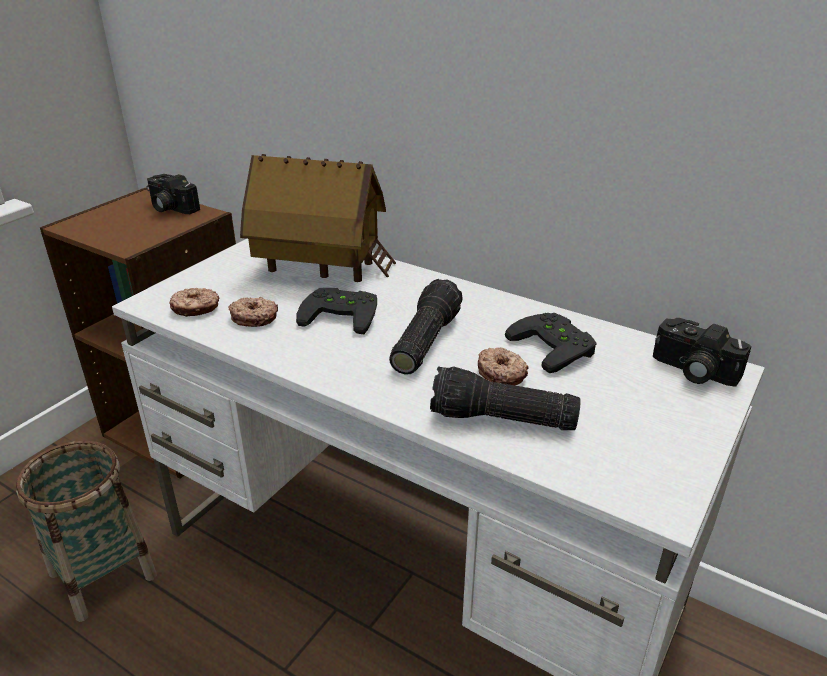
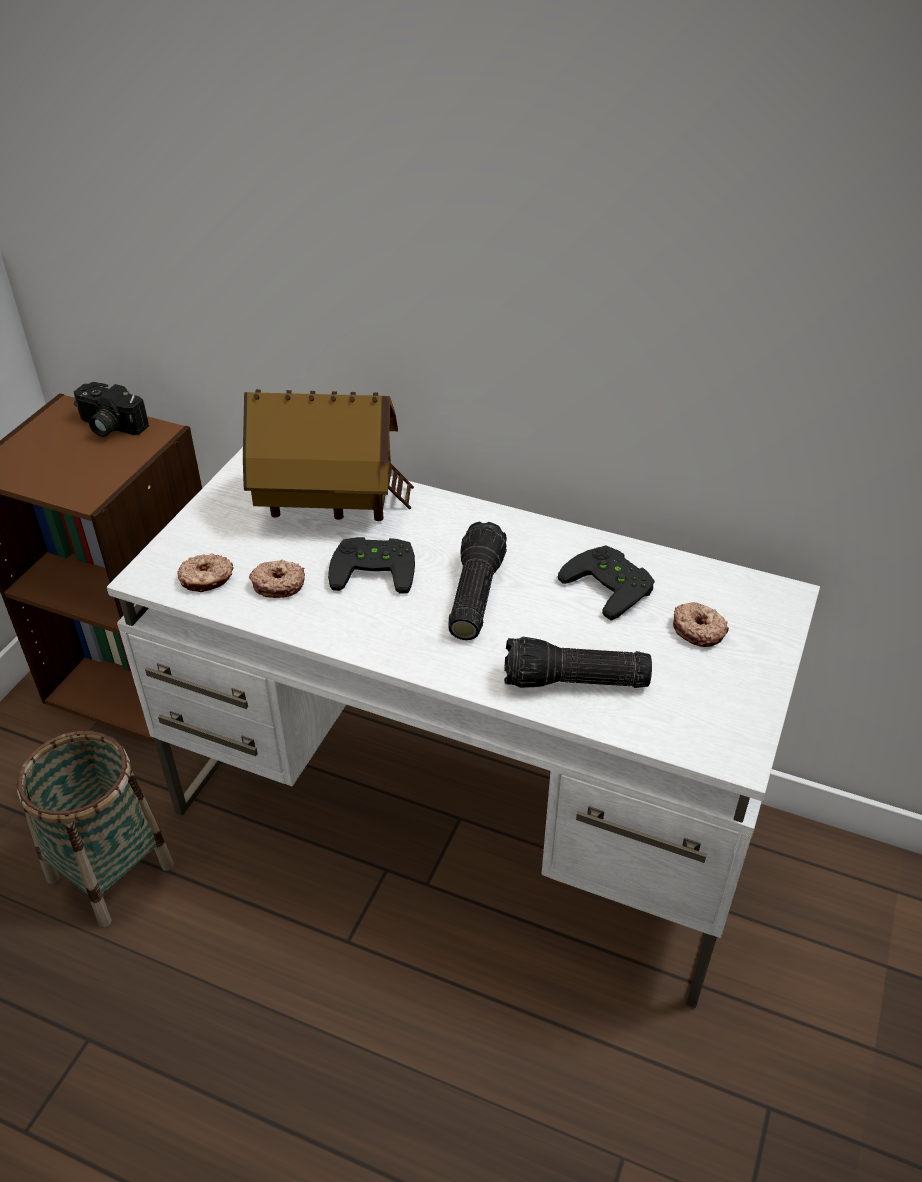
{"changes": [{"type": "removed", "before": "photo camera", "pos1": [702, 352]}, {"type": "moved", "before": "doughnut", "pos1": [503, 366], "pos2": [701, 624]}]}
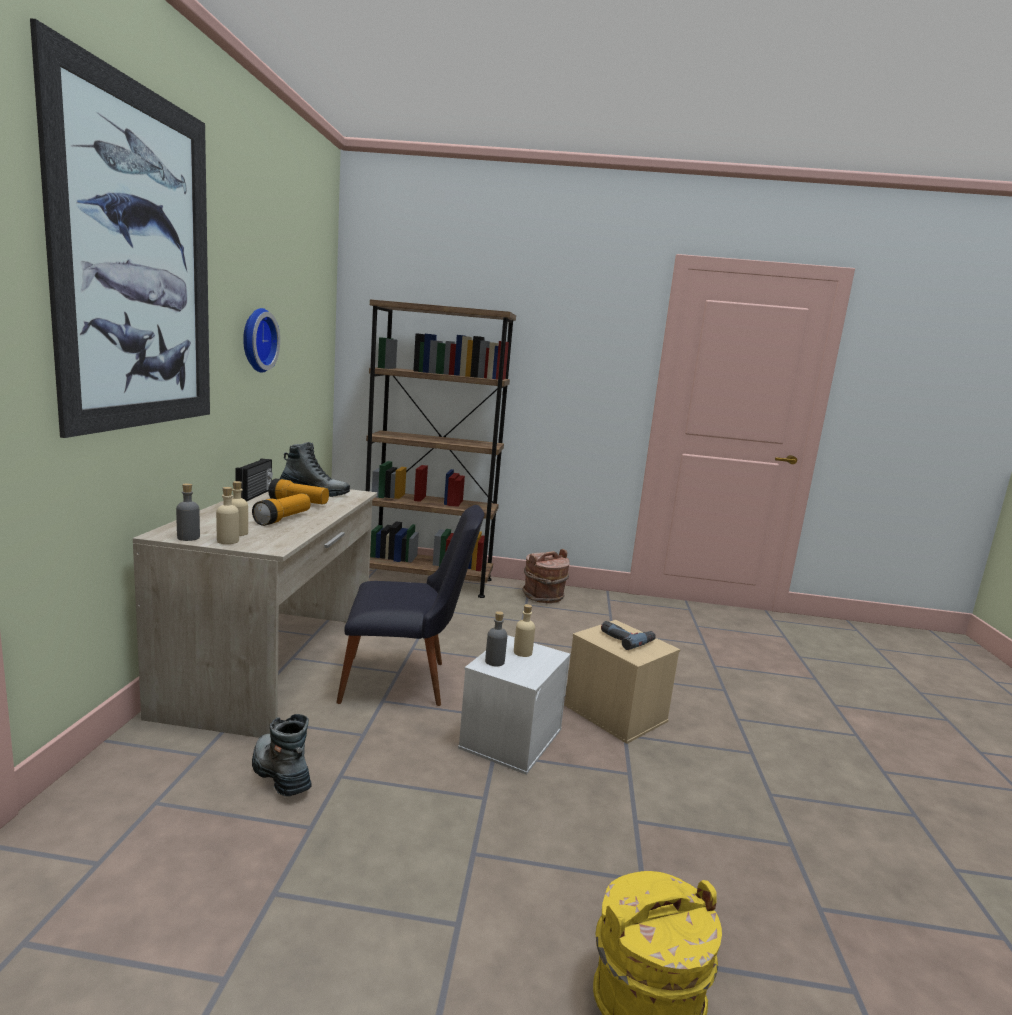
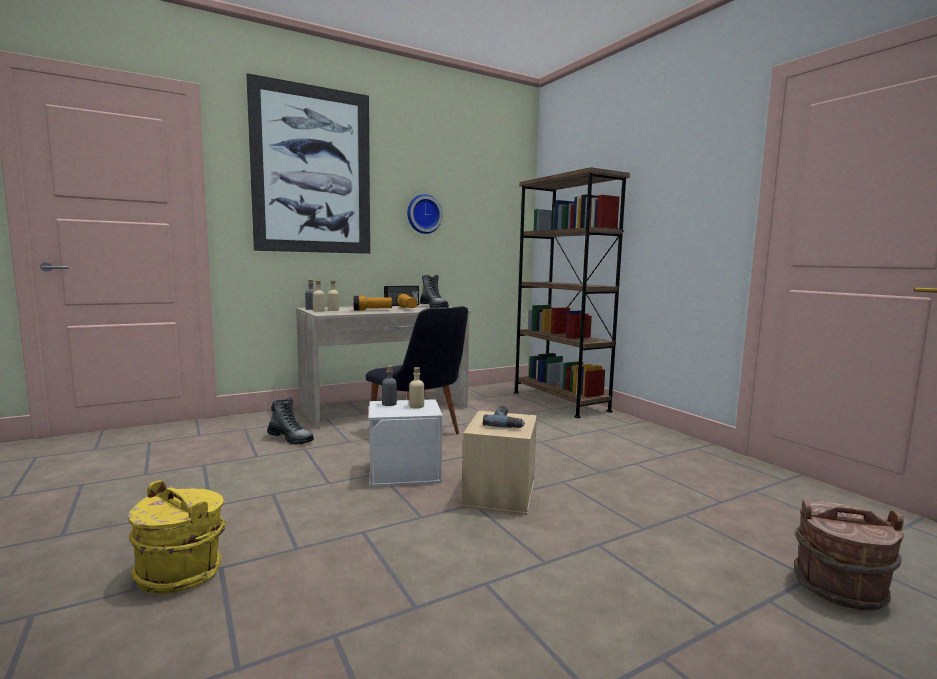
{"changes": [{"type": "moved", "before": "water bucket/brown-coloured", "pos1": [546, 576], "pos2": [849, 555]}, {"type": "turned", "before": "boot", "pos1": [282, 755], "pos2": [290, 421], "turn": 105}]}
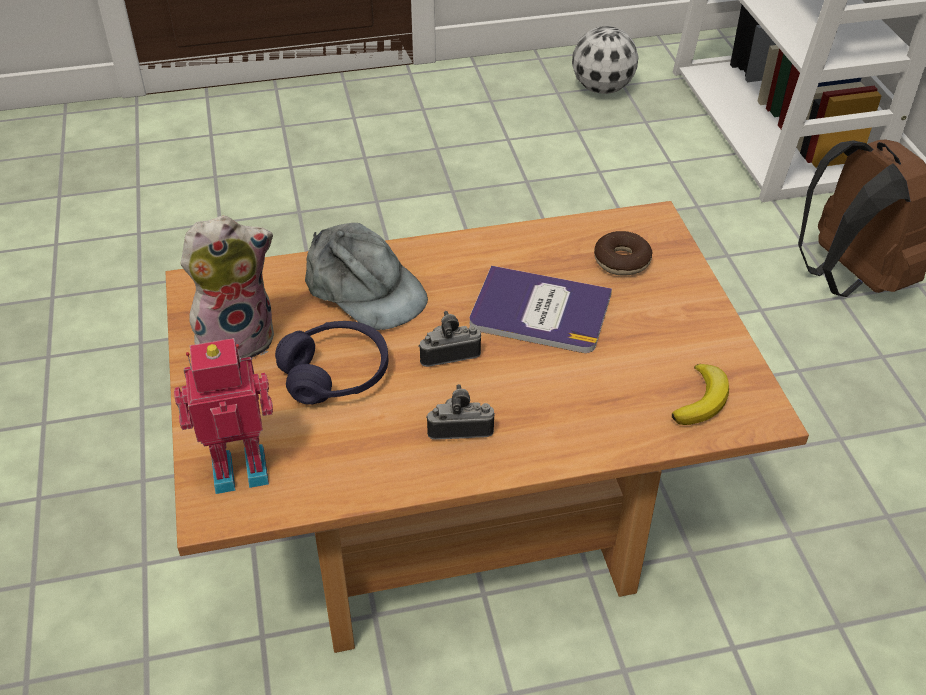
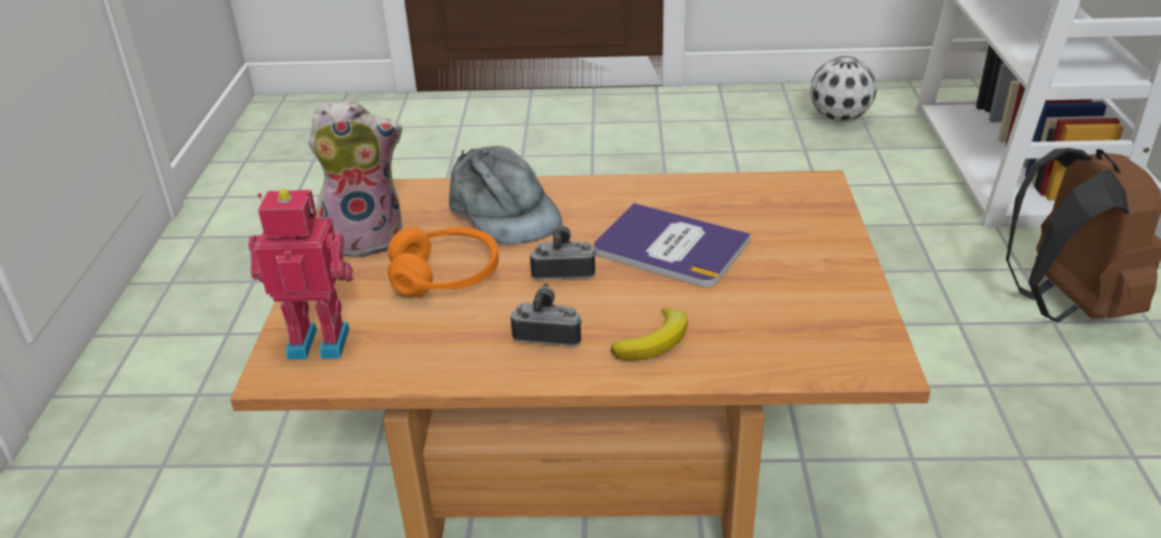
{"changes": [{"type": "removed", "before": "doughnut", "pos1": [623, 253]}, {"type": "recoloured", "before": "headphones/purplish", "after": "headphones/orangey", "pos1": [331, 363], "pos2": [443, 262]}, {"type": "moved", "before": "banana fruit", "pos1": [700, 394], "pos2": [649, 334]}]}
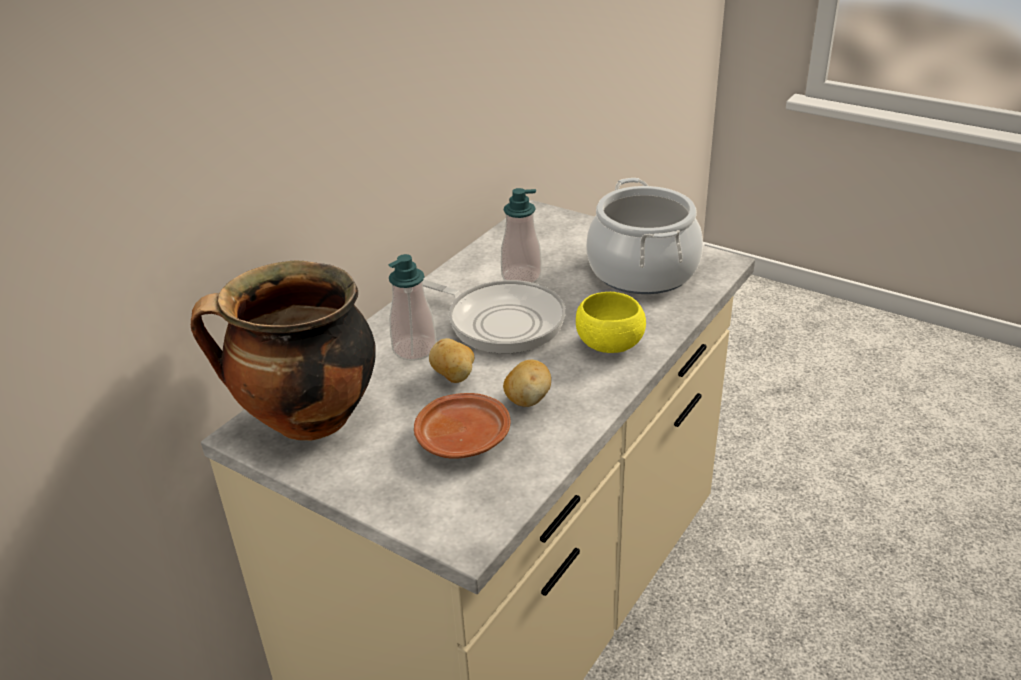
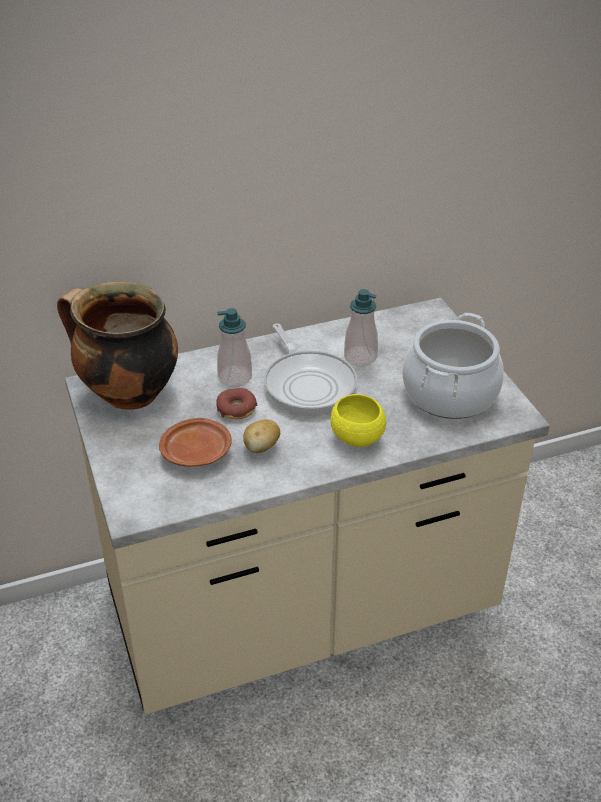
{"changes": [{"type": "replaced", "before": "potato", "after": "doughnut", "pos1": [451, 360], "pos2": [236, 403]}]}
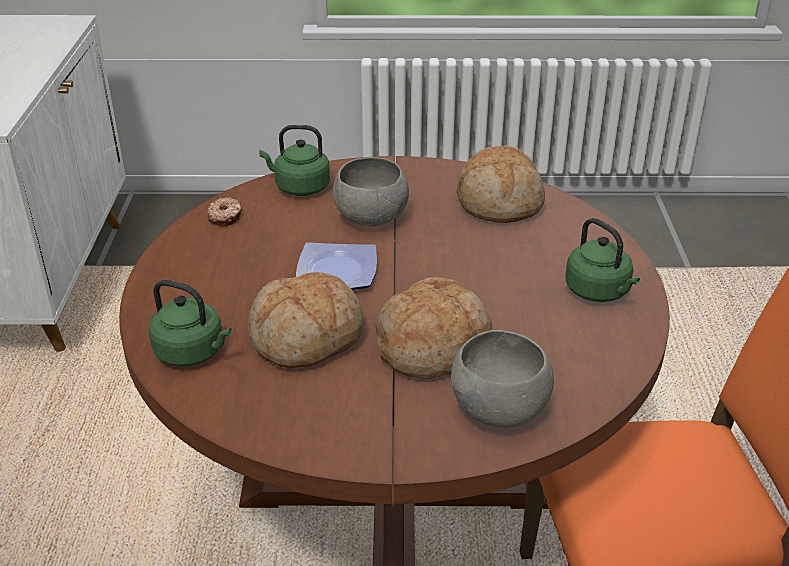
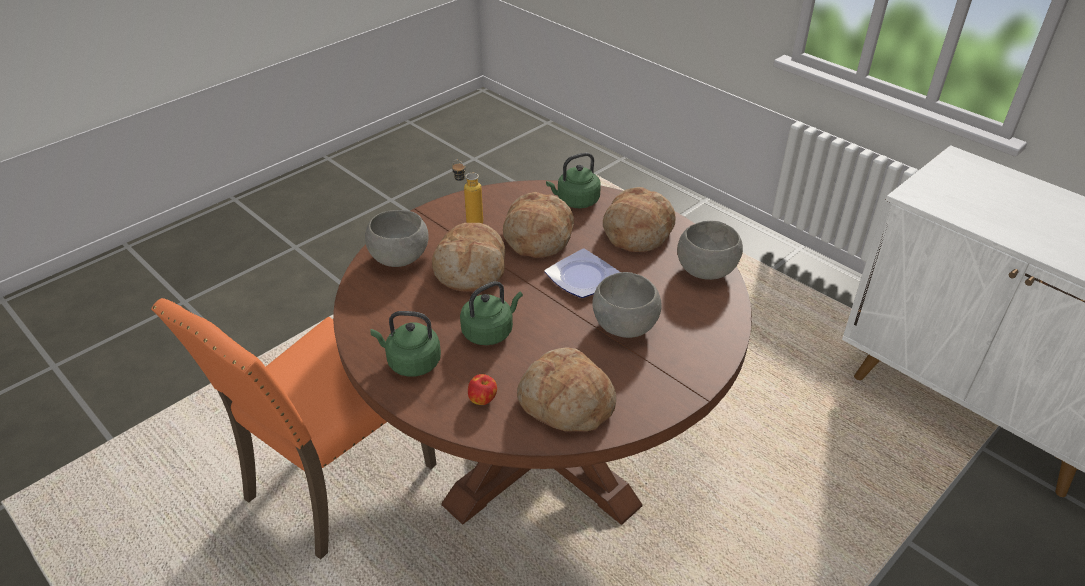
{"changes": [{"type": "moved", "before": "tea kettle/greenish", "pos1": [294, 160], "pos2": [491, 313]}, {"type": "replaced", "before": "doughnut", "after": "deep dish/grey", "pos1": [224, 211], "pos2": [710, 250]}, {"type": "added", "after": "bottle", "pos2": [467, 192]}, {"type": "added", "after": "baked bread", "pos2": [639, 219]}, {"type": "added", "after": "apple", "pos2": [482, 389]}]}
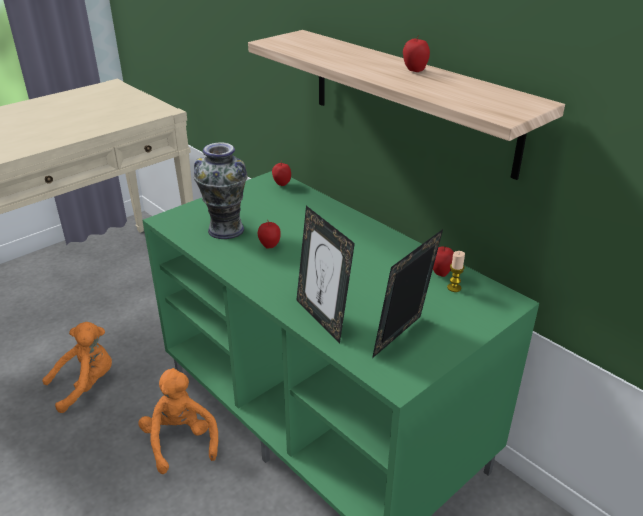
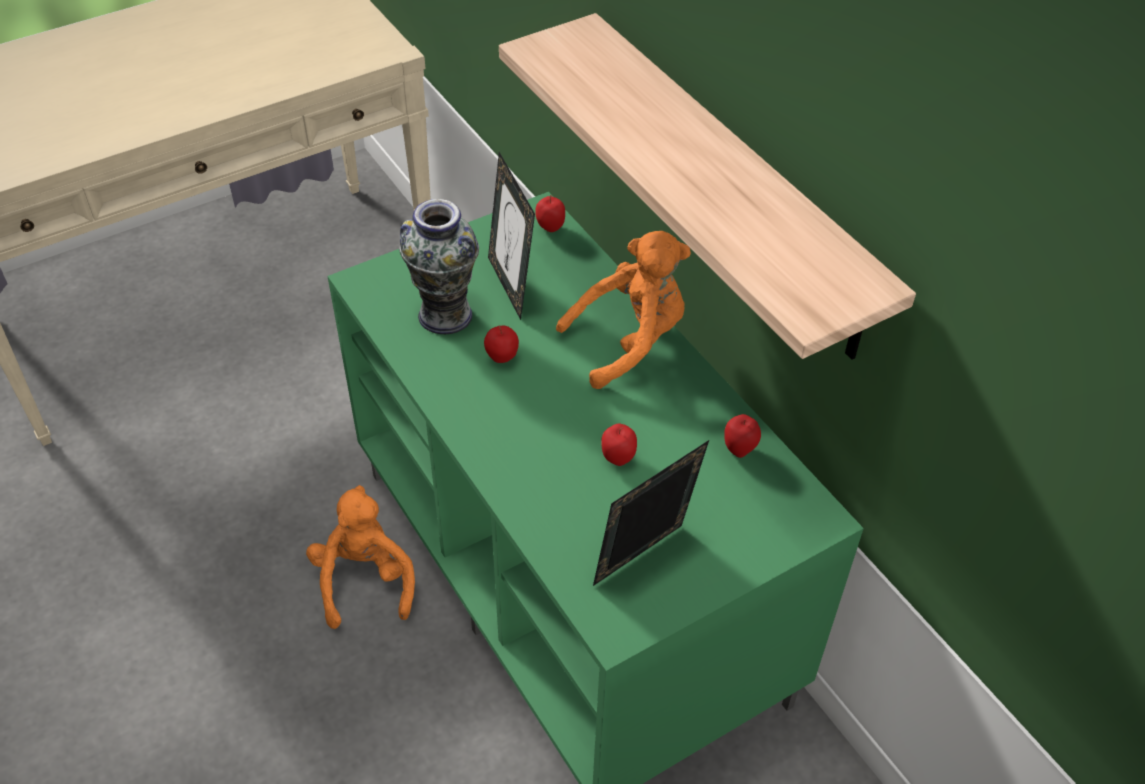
{"changes": [{"type": "moved", "before": "apple", "pos1": [416, 53], "pos2": [619, 445]}, {"type": "moved", "before": "photo frame", "pos1": [325, 274], "pos2": [511, 236]}, {"type": "removed", "before": "candle", "pos1": [456, 271]}, {"type": "moved", "before": "cuddly toy/orangey", "pos1": [77, 367], "pos2": [623, 310]}]}
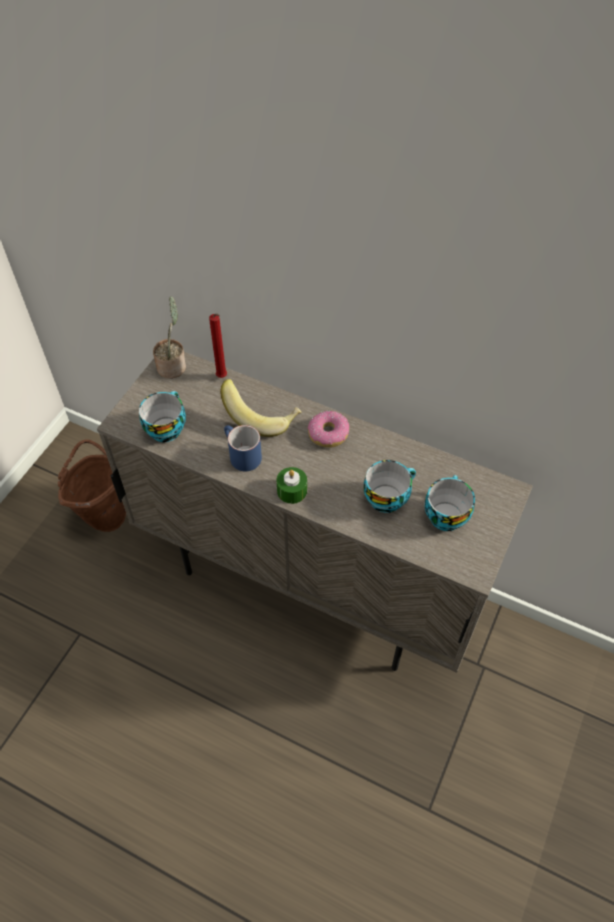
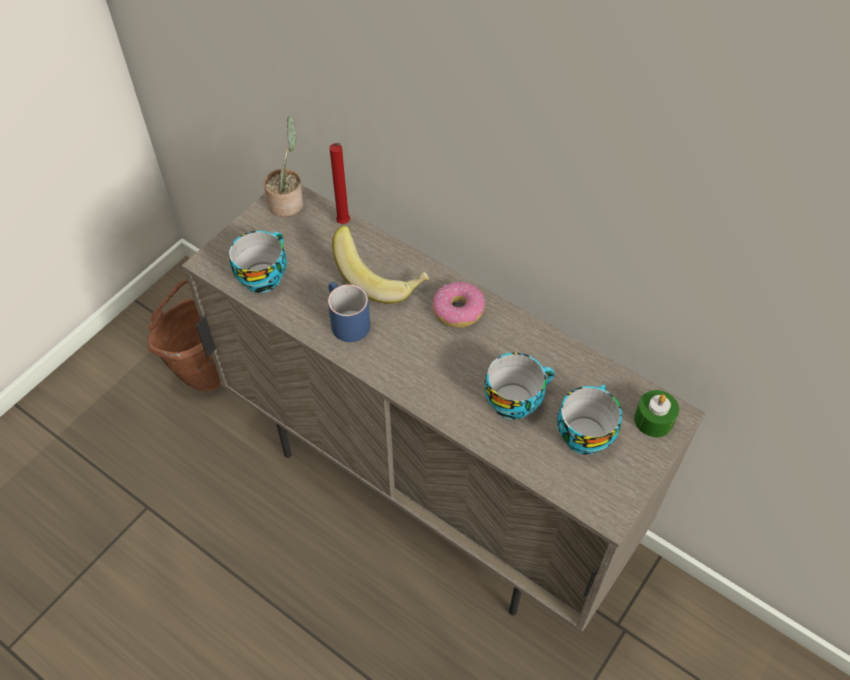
{"changes": [{"type": "moved", "before": "candle/greenish", "pos1": [292, 485], "pos2": [656, 413]}]}
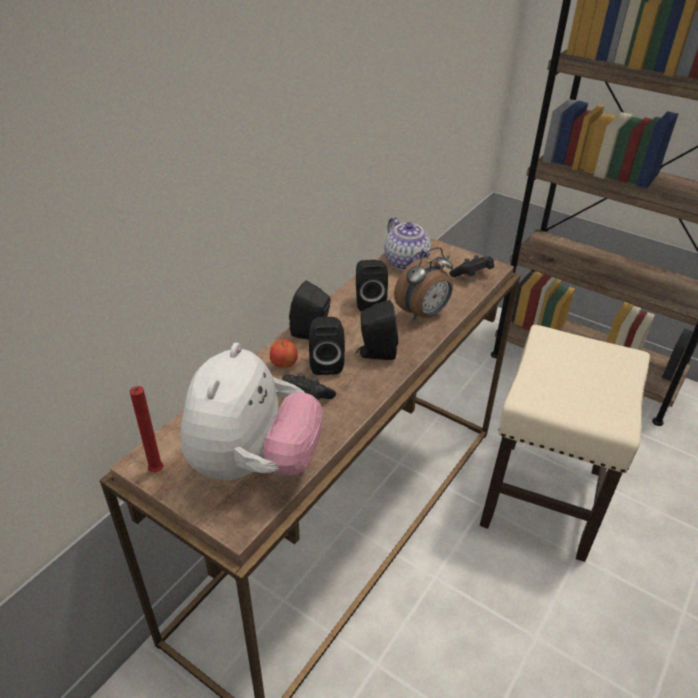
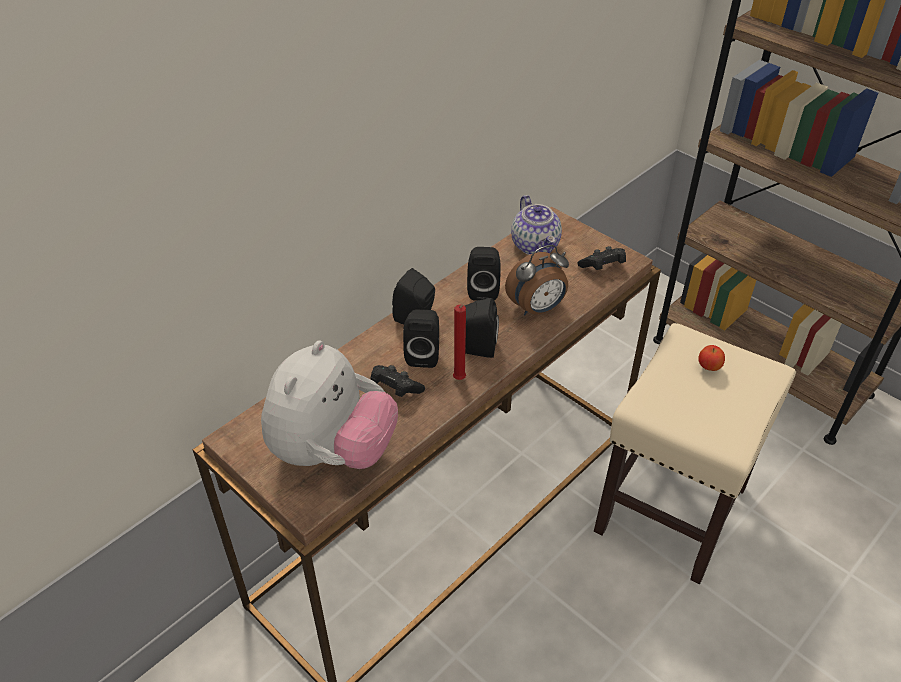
{"changes": [{"type": "moved", "before": "apple", "pos1": [284, 353], "pos2": [711, 358]}, {"type": "moved", "before": "candle/red-coloured", "pos1": [146, 429], "pos2": [459, 342]}]}
